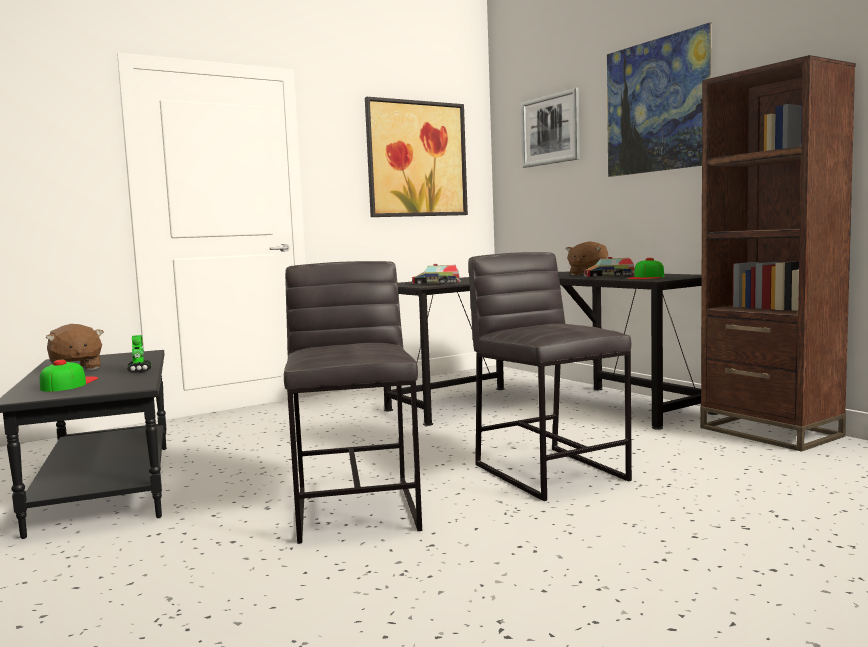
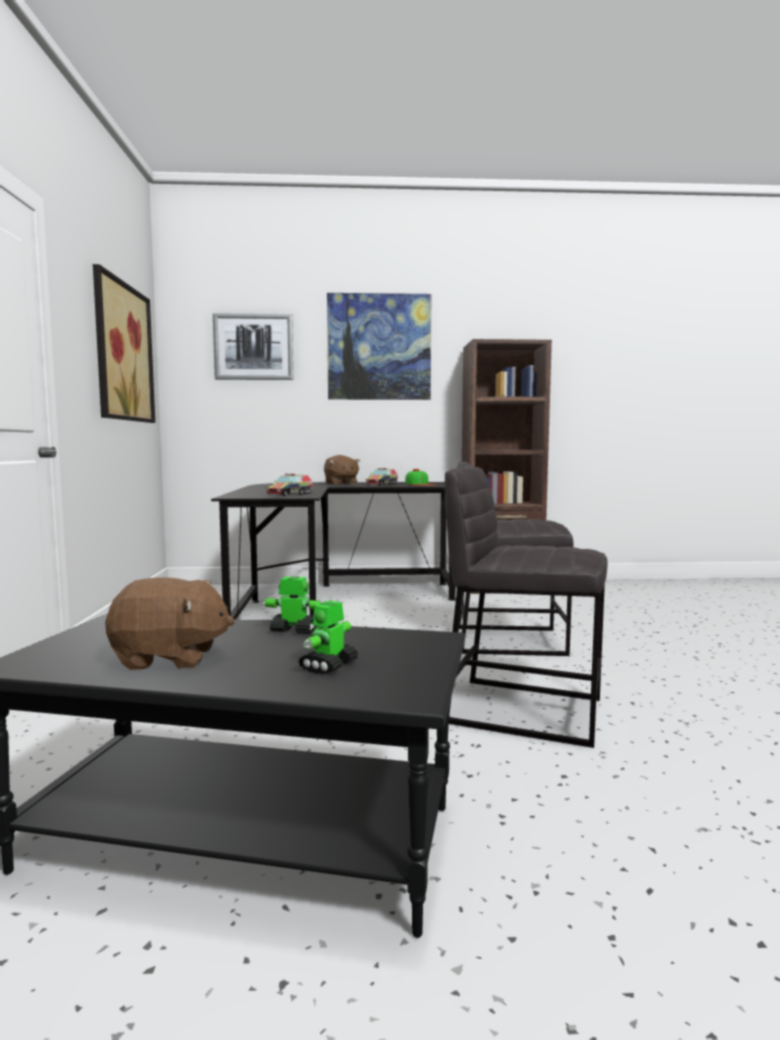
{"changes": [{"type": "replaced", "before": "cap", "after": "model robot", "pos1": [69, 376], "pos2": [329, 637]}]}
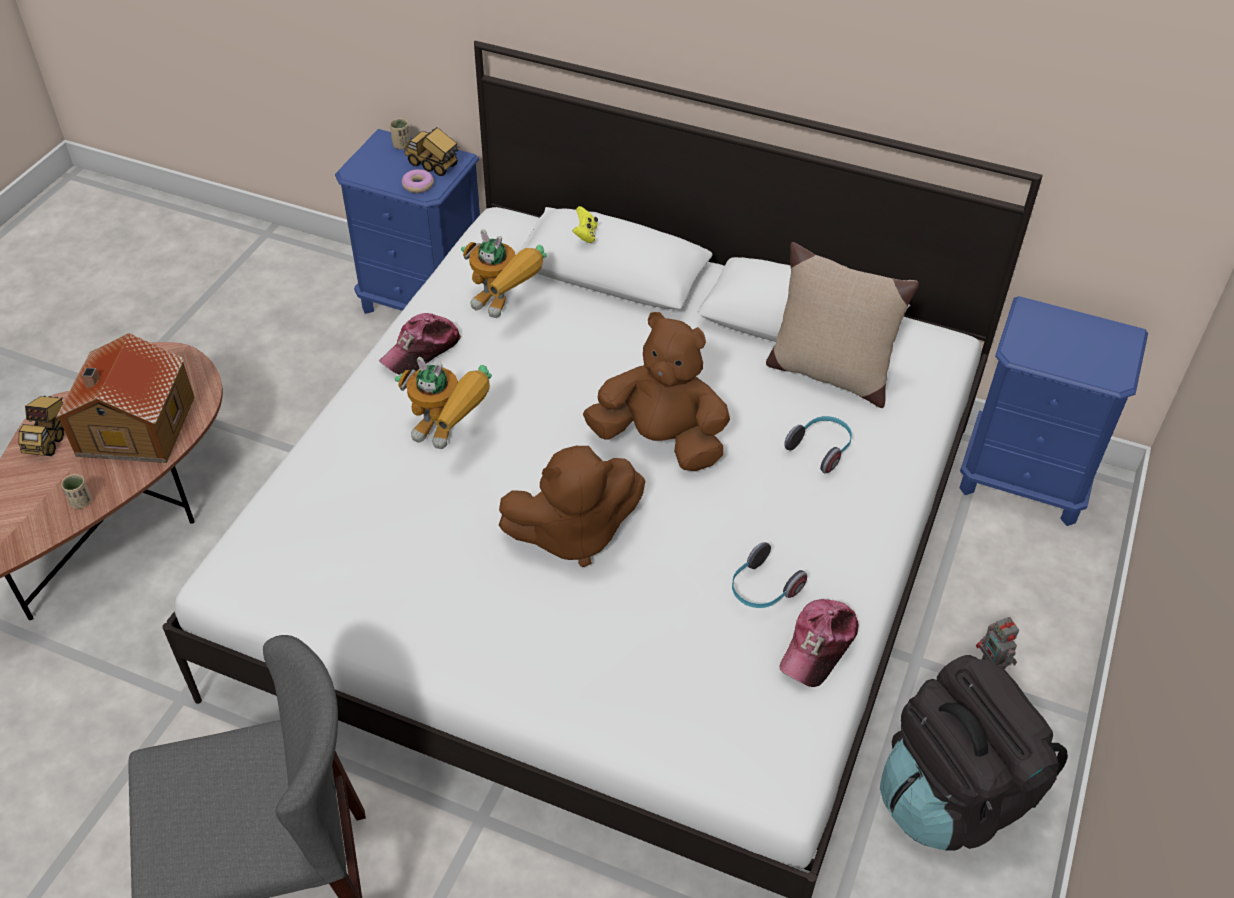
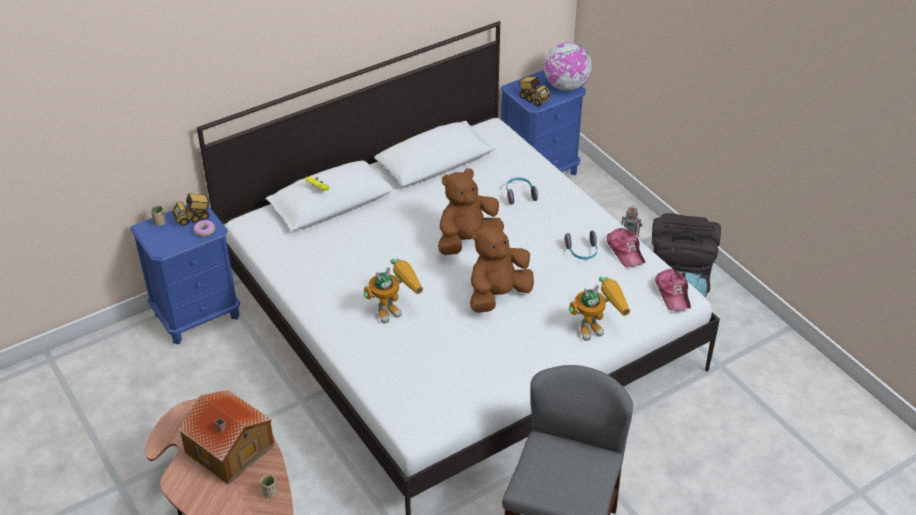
{"changes": [{"type": "moved", "before": "model robot", "pos1": [504, 273], "pos2": [599, 309]}, {"type": "removed", "before": "cushion/sand-coloured", "pos1": [842, 325]}, {"type": "moved", "before": "cap", "pos1": [420, 344], "pos2": [673, 290]}, {"type": "moved", "before": "model truck", "pos1": [41, 426], "pos2": [535, 91]}, {"type": "turned", "before": "cuddly toy/brown-coloured", "pos1": [572, 506], "pos2": [502, 267], "turn": -150}, {"type": "added", "after": "desk globe", "pos2": [568, 66]}]}
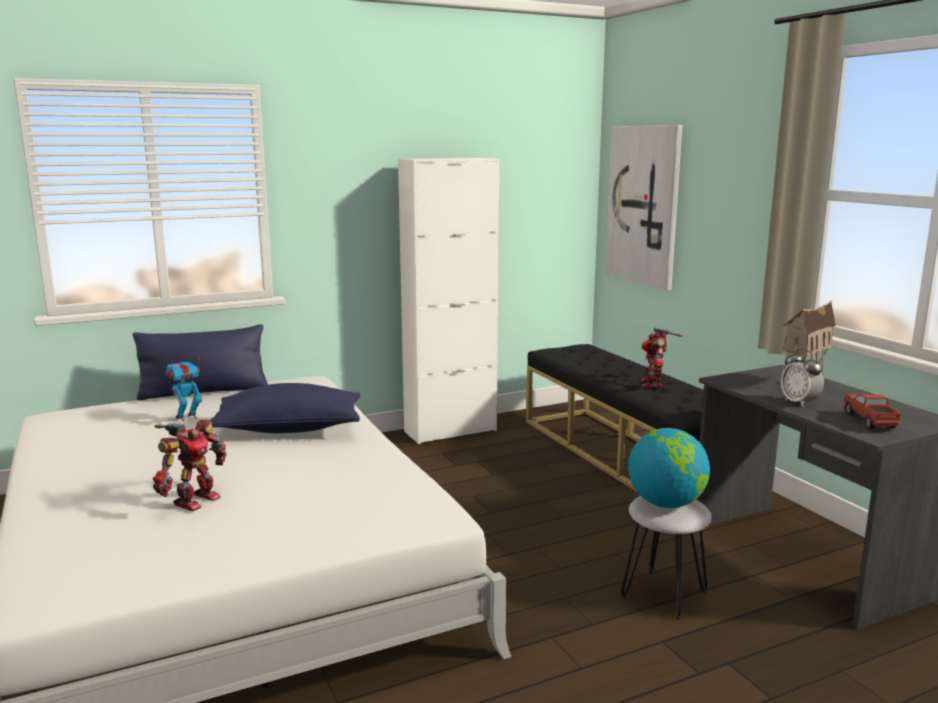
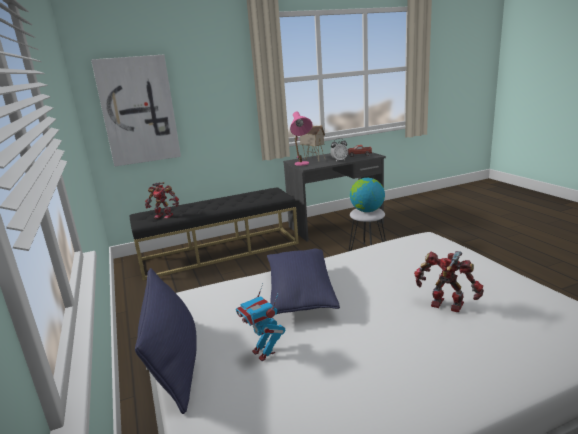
{"changes": [{"type": "removed", "before": "cabinet/whitish", "pos1": [448, 301]}, {"type": "moved", "before": "model robot", "pos1": [662, 358], "pos2": [162, 200]}, {"type": "added", "after": "table lamp/pinkish", "pos2": [301, 139]}]}
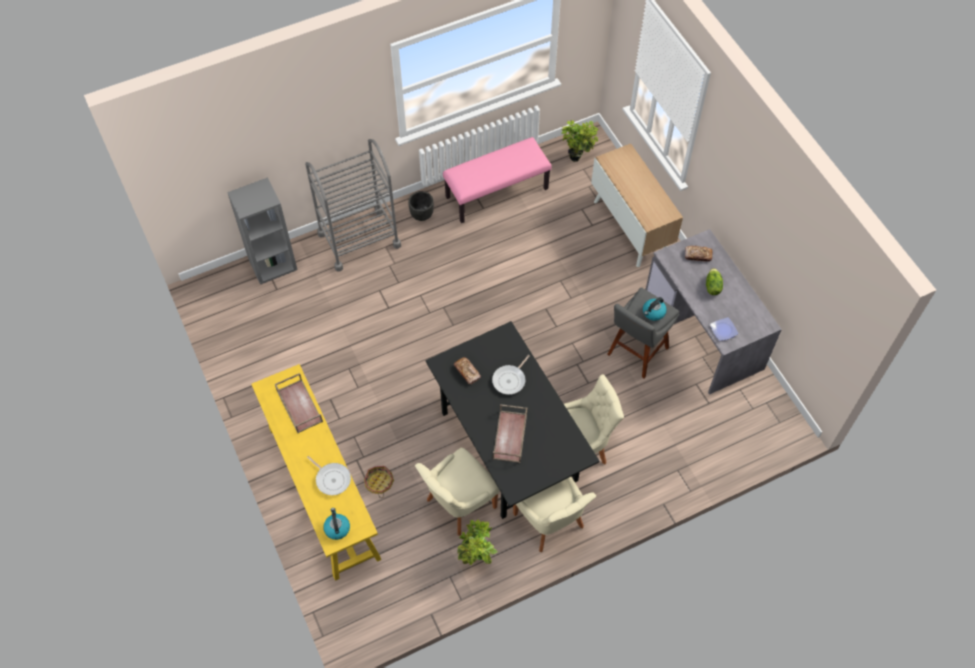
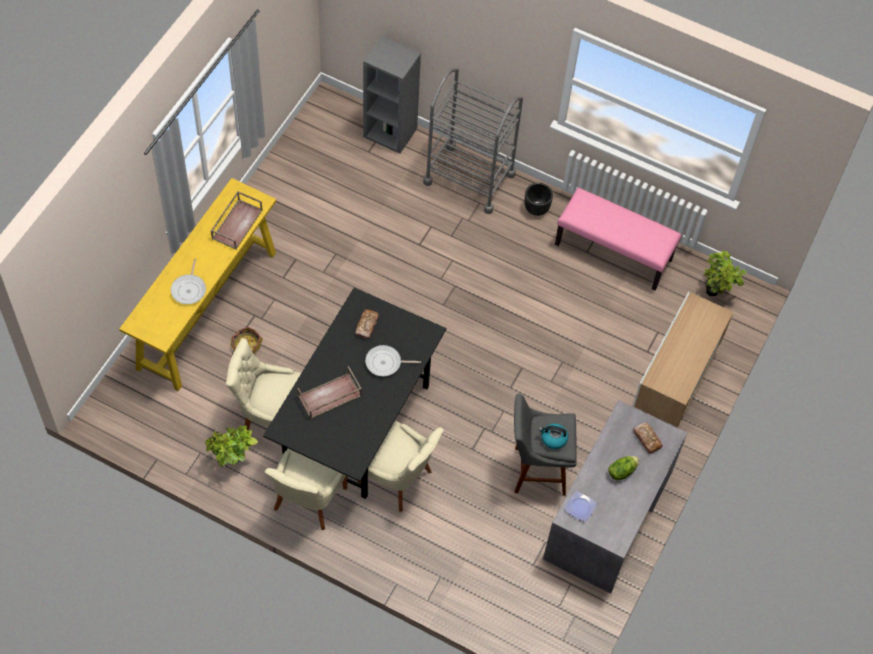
{"changes": [{"type": "removed", "before": "tea kettle", "pos1": [336, 524]}]}
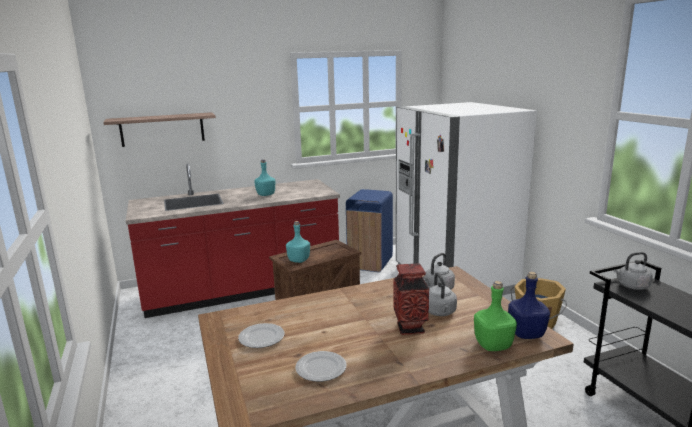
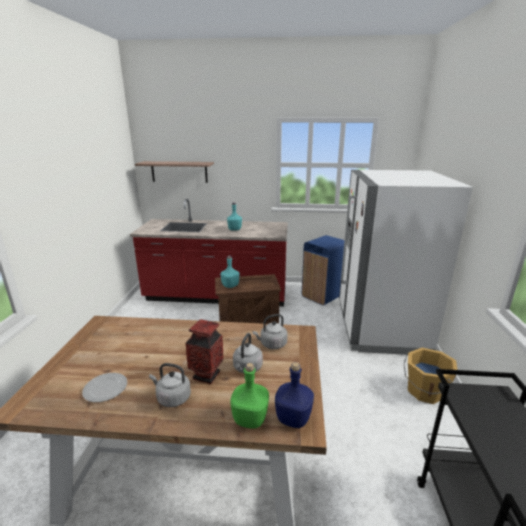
{"changes": [{"type": "moved", "before": "tea kettle/grey", "pos1": [633, 271], "pos2": [170, 385]}, {"type": "removed", "before": "plate", "pos1": [261, 335]}]}
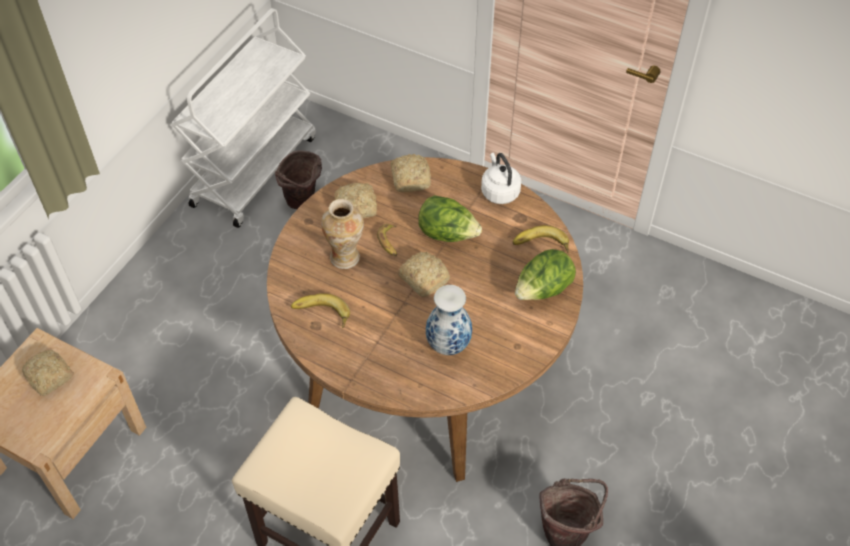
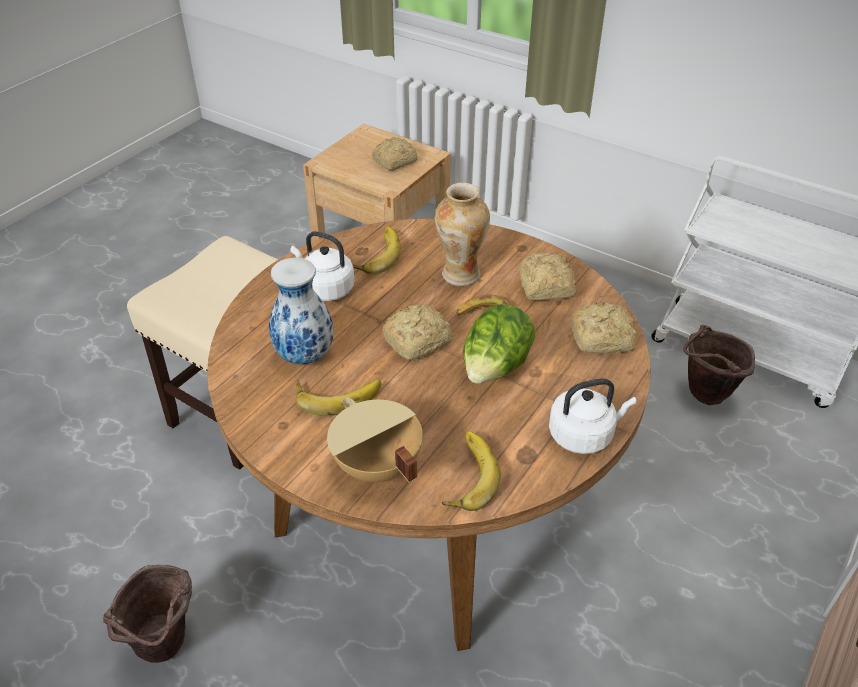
{"changes": [{"type": "replaced", "before": "head of lettuce", "after": "cooking pot/sand-coloured", "pos1": [545, 274], "pos2": [375, 440]}, {"type": "added", "after": "tea kettle/whitish", "pos2": [322, 266]}, {"type": "added", "after": "banana fruit", "pos2": [338, 398]}]}
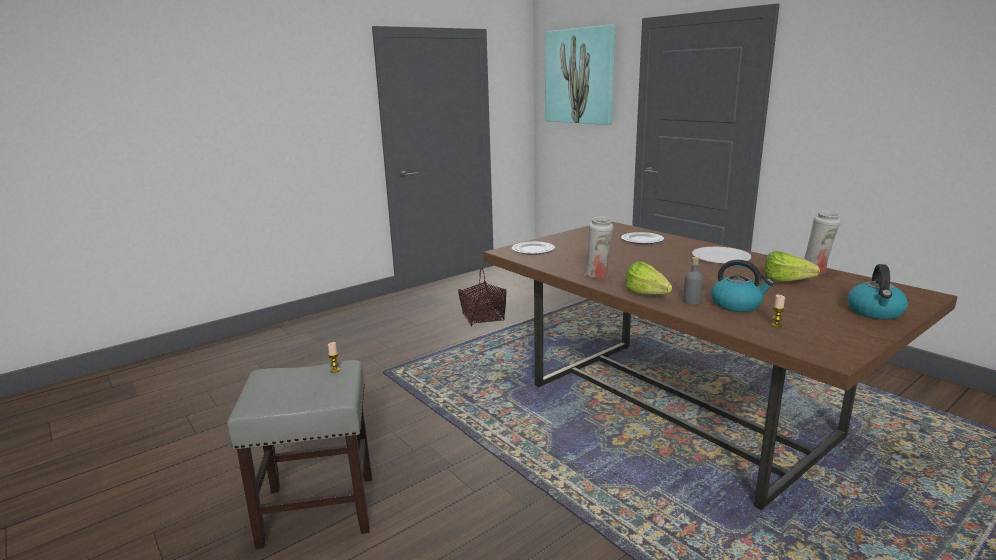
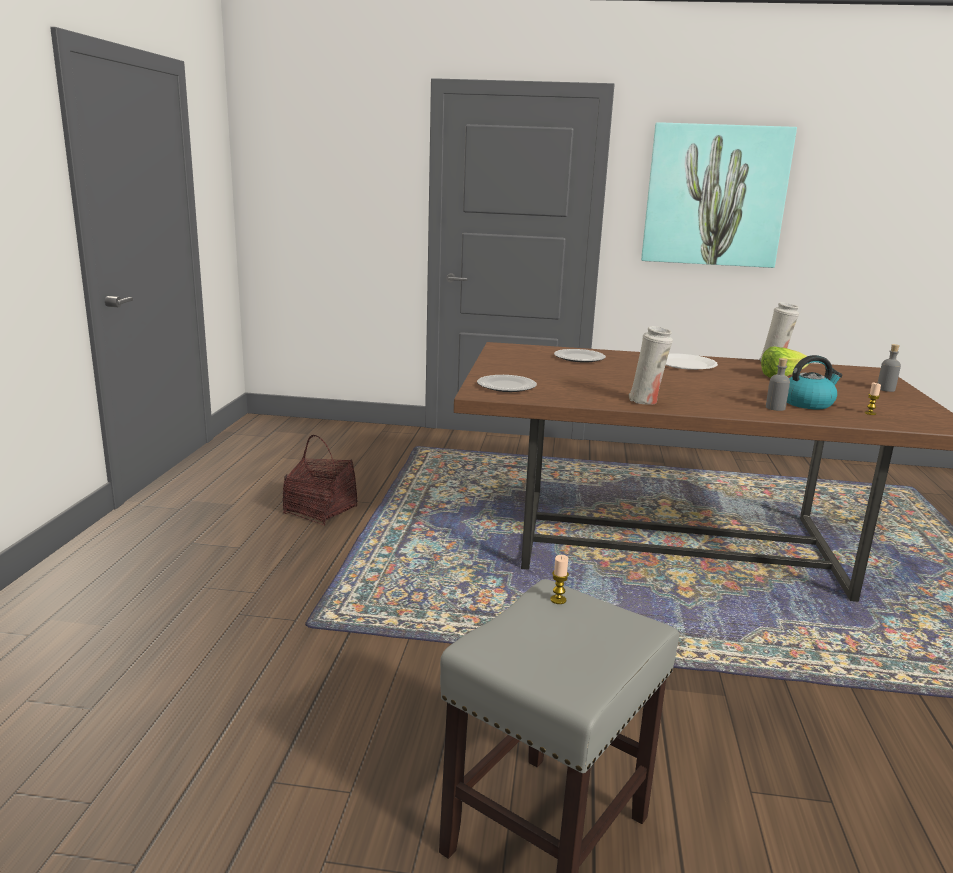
{"changes": [{"type": "moved", "before": "wall picture", "pos1": [580, 74], "pos2": [719, 195]}, {"type": "removed", "before": "head of lettuce", "pos1": [648, 278]}, {"type": "replaced", "before": "tea kettle", "after": "bottle/grey", "pos1": [877, 292], "pos2": [889, 368]}]}
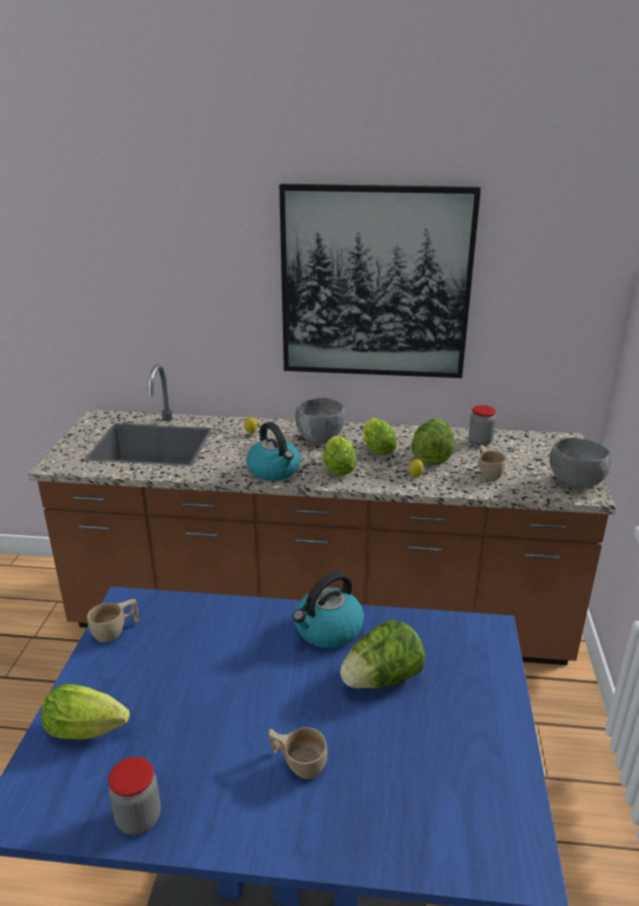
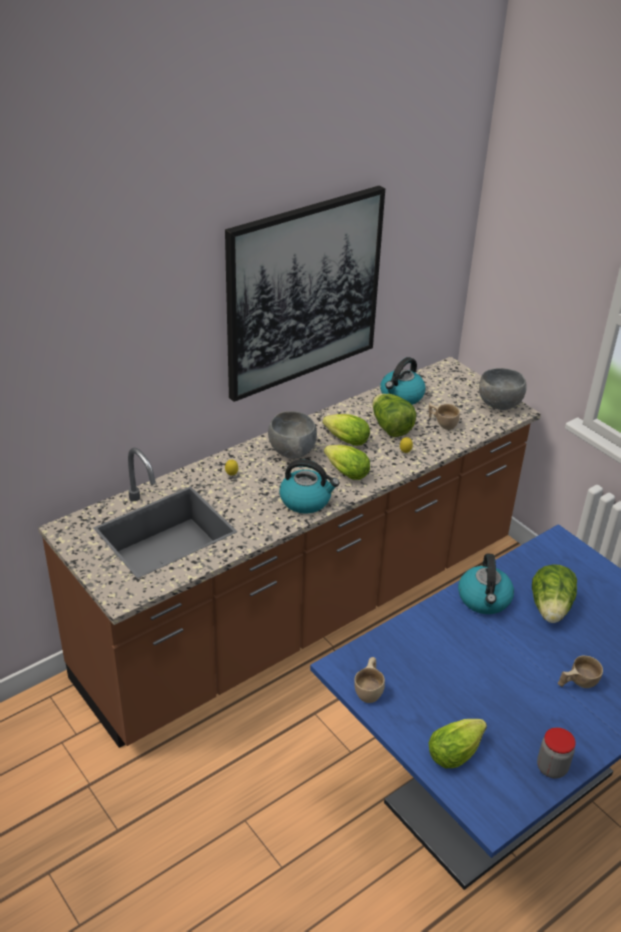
{"changes": [{"type": "replaced", "before": "jar", "after": "tea kettle", "pos1": [482, 425], "pos2": [403, 381]}]}
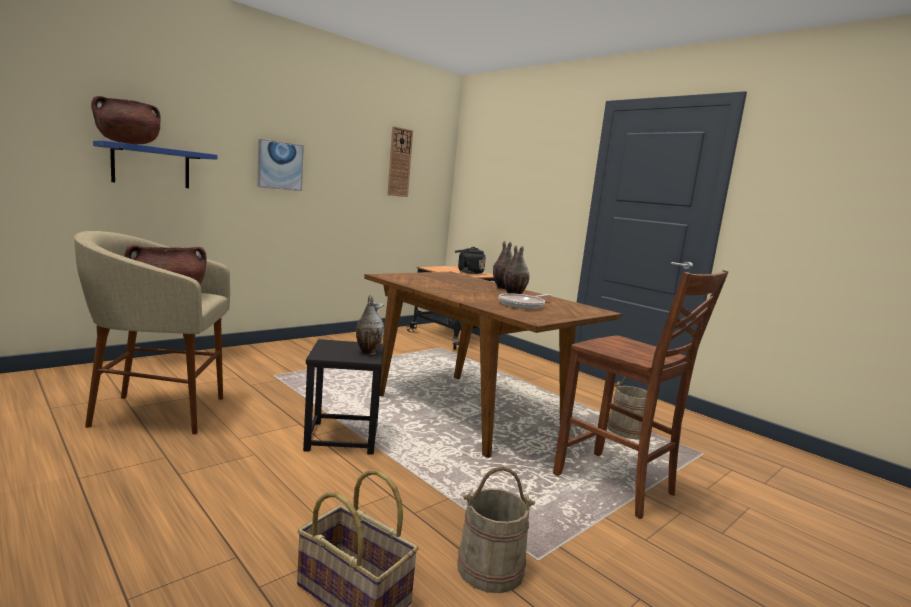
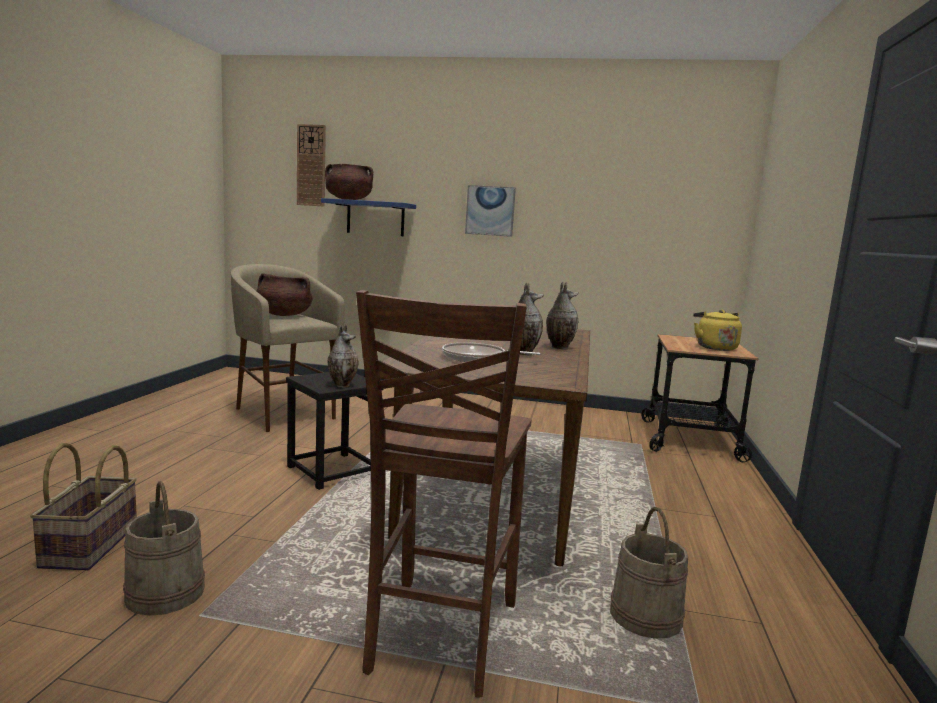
{"changes": [{"type": "moved", "before": "clock on the wall", "pos1": [400, 161], "pos2": [311, 165]}, {"type": "recoloured", "before": "tea kettle/black", "after": "tea kettle/yellow-coloured", "pos1": [470, 260], "pos2": [717, 330]}]}
